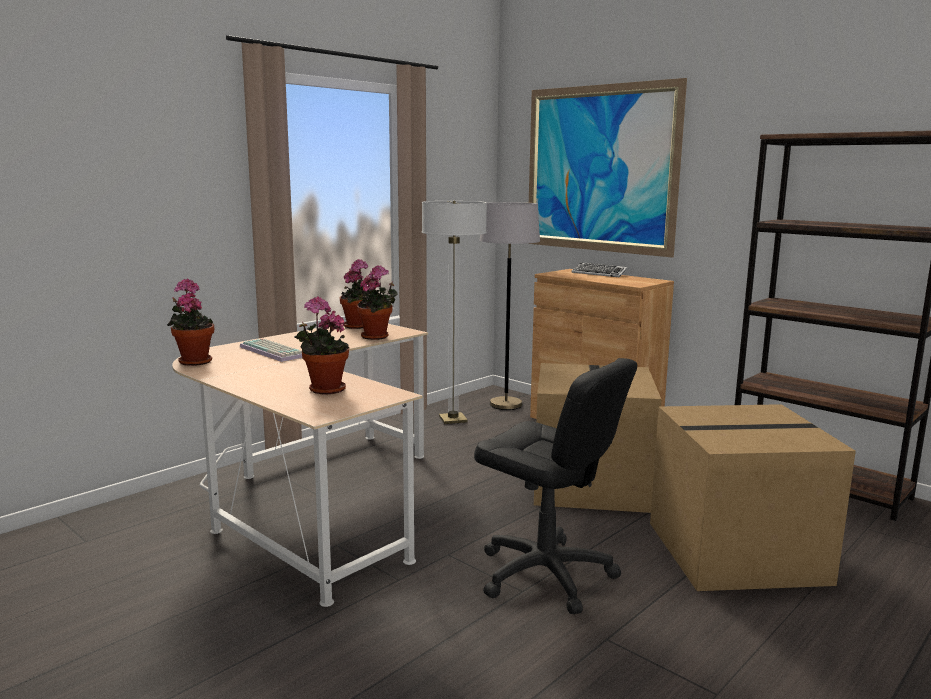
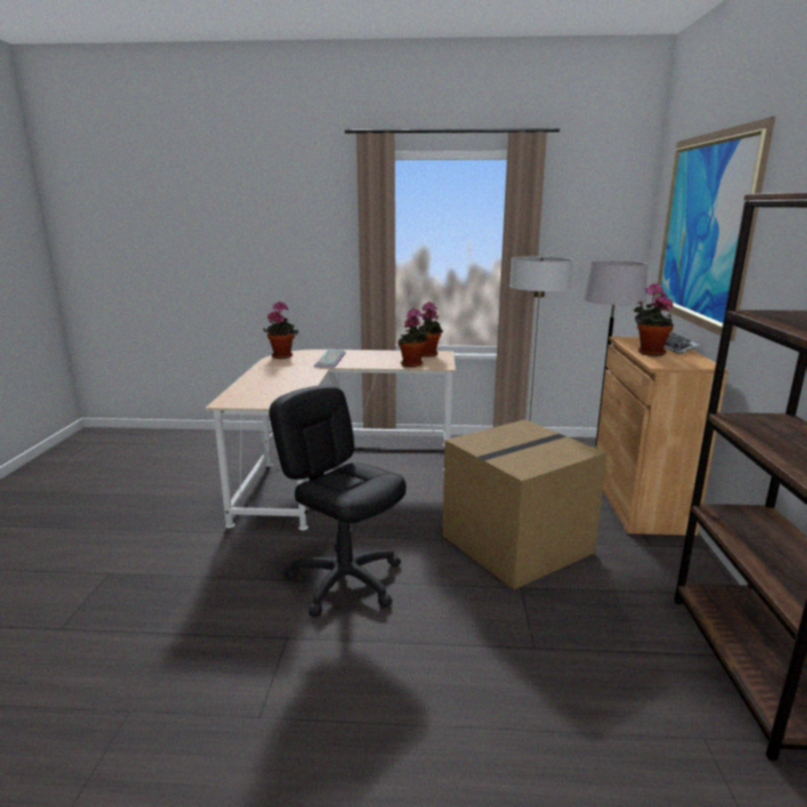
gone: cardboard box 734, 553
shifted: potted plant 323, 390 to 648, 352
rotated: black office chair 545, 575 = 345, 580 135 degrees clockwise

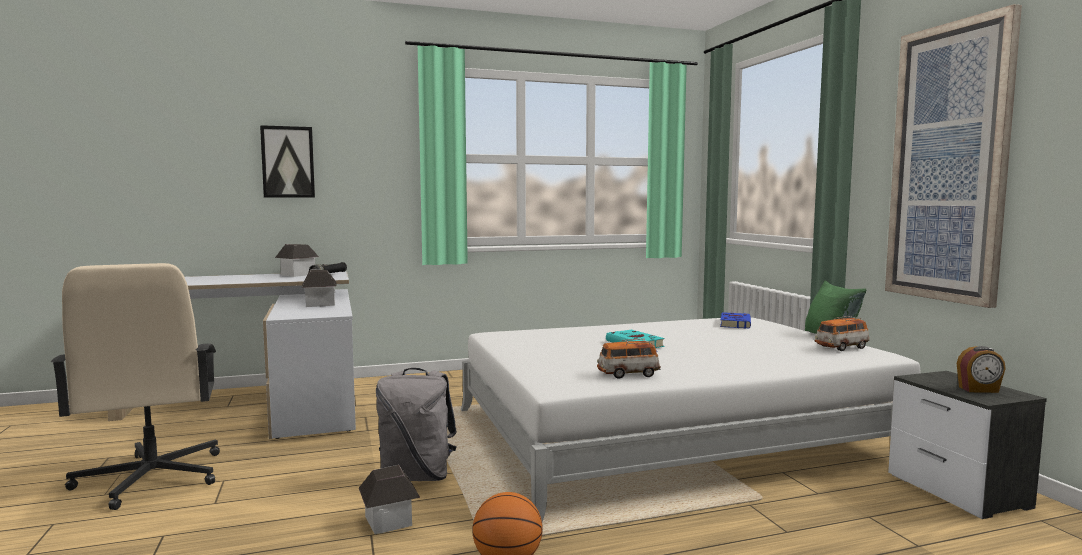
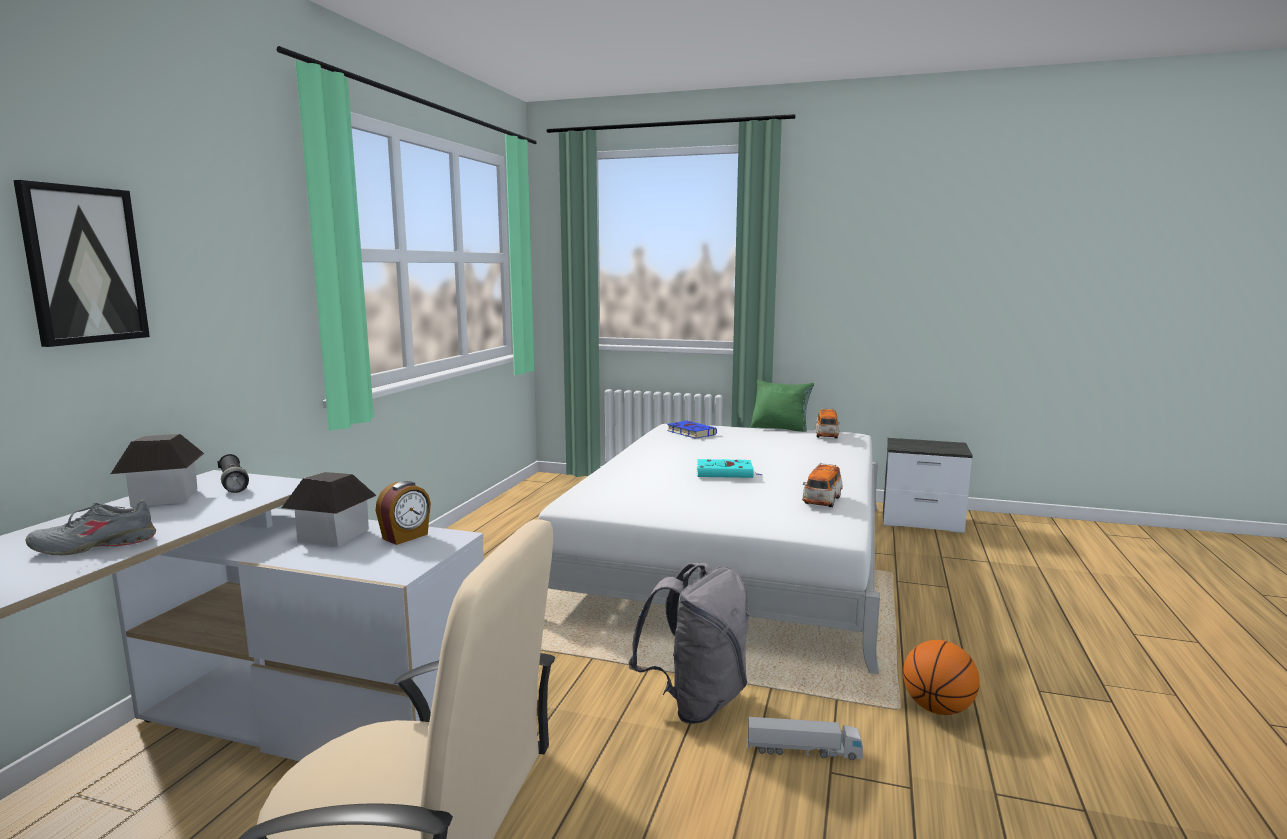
gone: picture 949, 163
new: grey shoe 95, 545
shifted: alarm clock 979, 390 to 406, 537
swapped: toy house 389, 520 to toy truck 803, 751

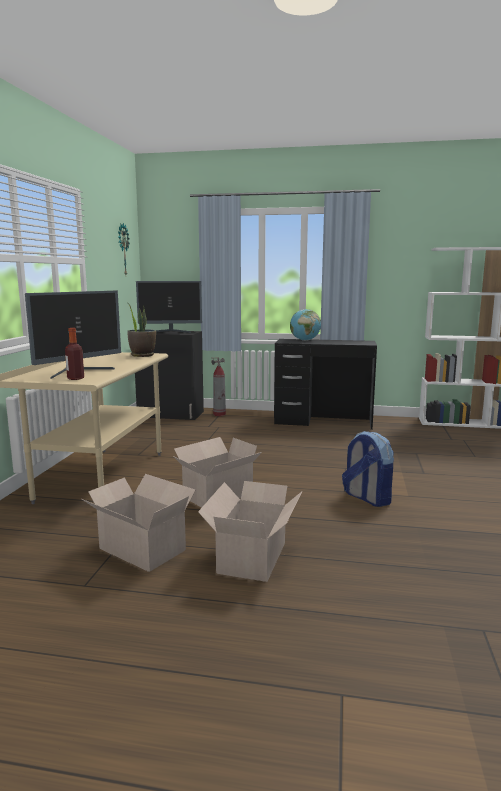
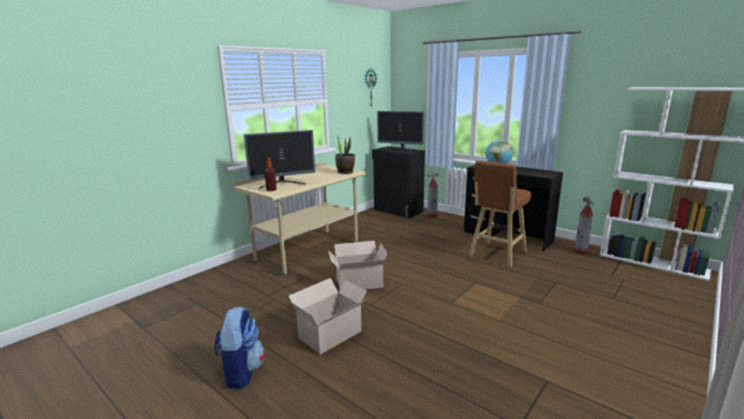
gone: cardboard box 141, 548
new: brown stool 496, 255; fire extinguisher 580, 252
shifted: backpack 366, 498 to 241, 372

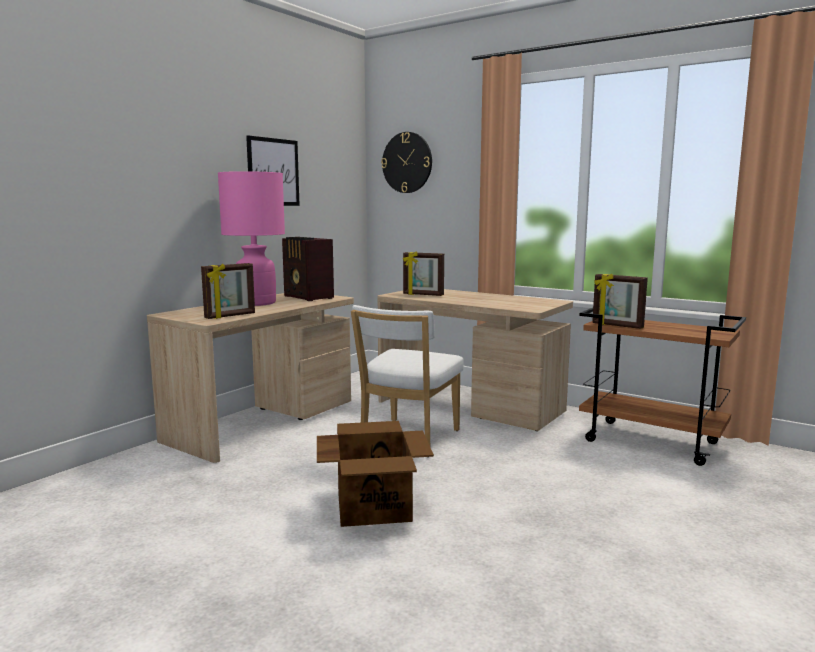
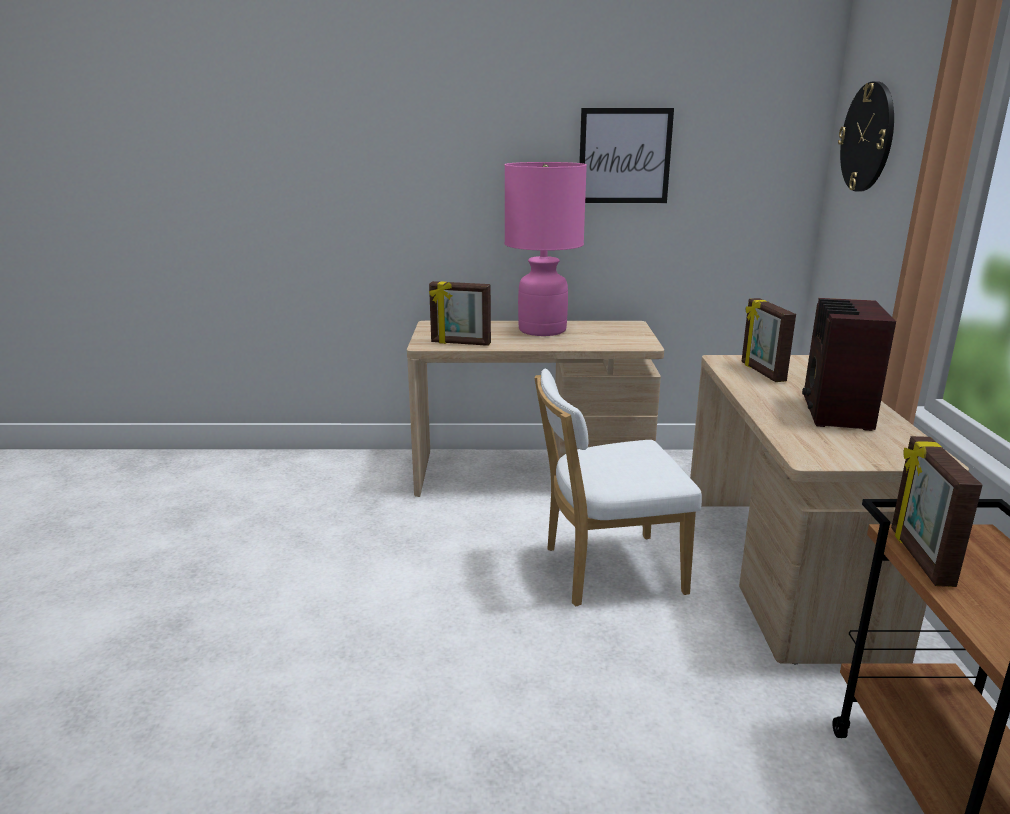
gone: cardboard box 374, 506
shifted: radio 308, 297 to 835, 413

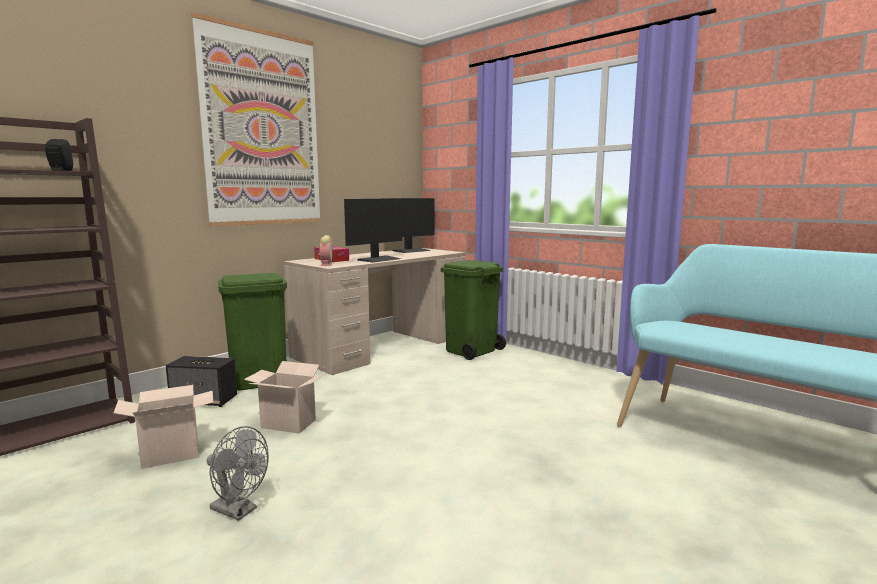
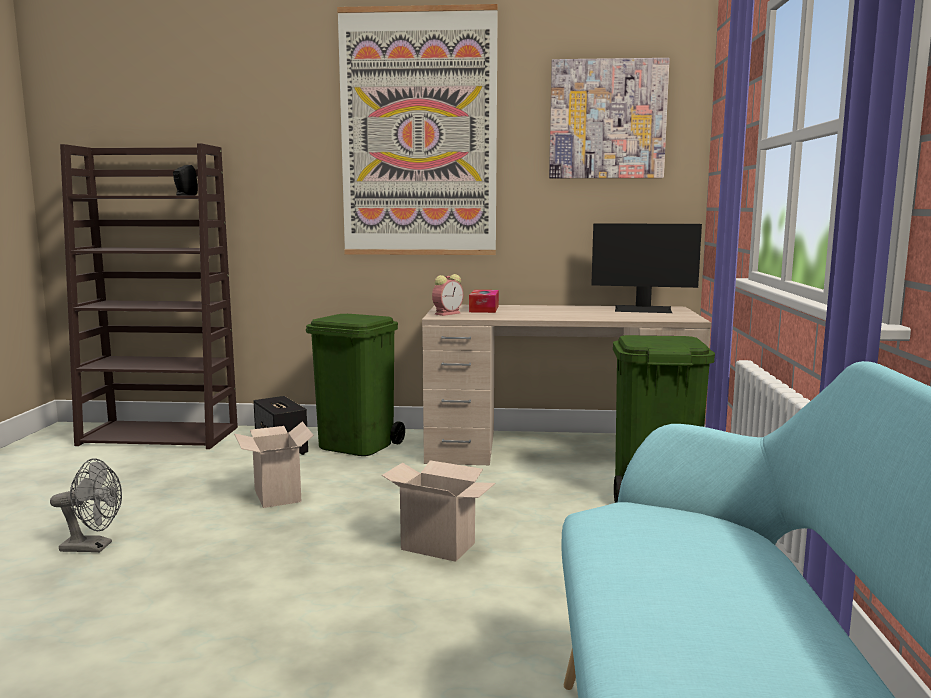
gone: monitor 379, 259
new: picture 607, 119
shifted: cardboard box 173, 454 to 441, 546
rotated: grey fan 239, 511 = 93, 547 75 degrees counterclockwise

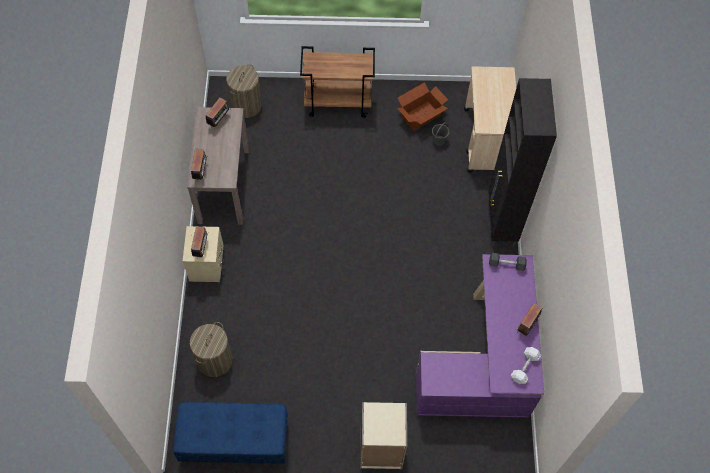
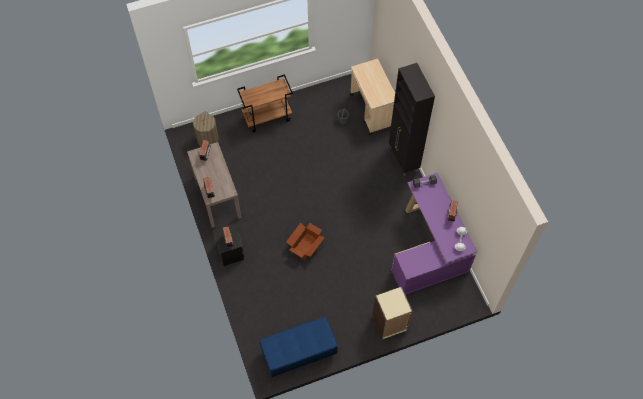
gone: laundry basket 215, 360
shifted: cardboard box 420, 115 to 305, 246
repainted: beige nightstand 207, 264 to black nightstand 230, 251

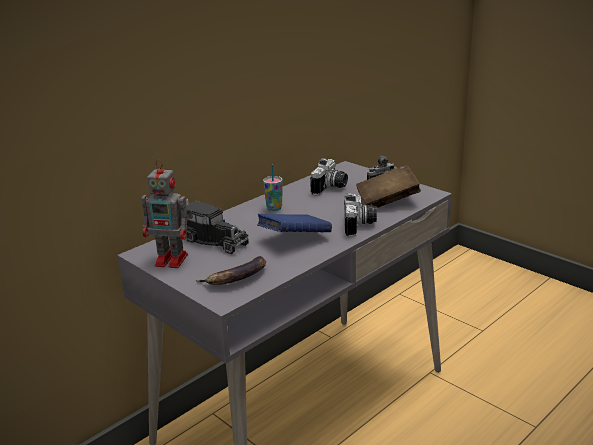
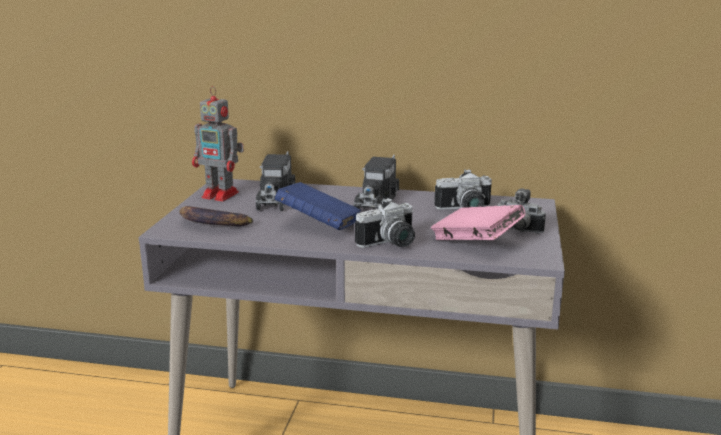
swapped: cup 274, 208 to toy truck 376, 200
repainted: brown book 387, 201 to pink book 476, 242
rotated: toy robot 173, 260 = 222, 195 45 degrees counterclockwise

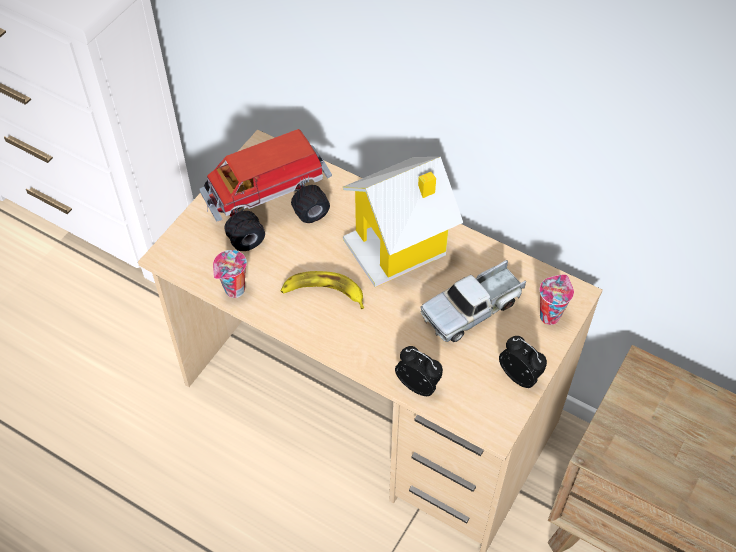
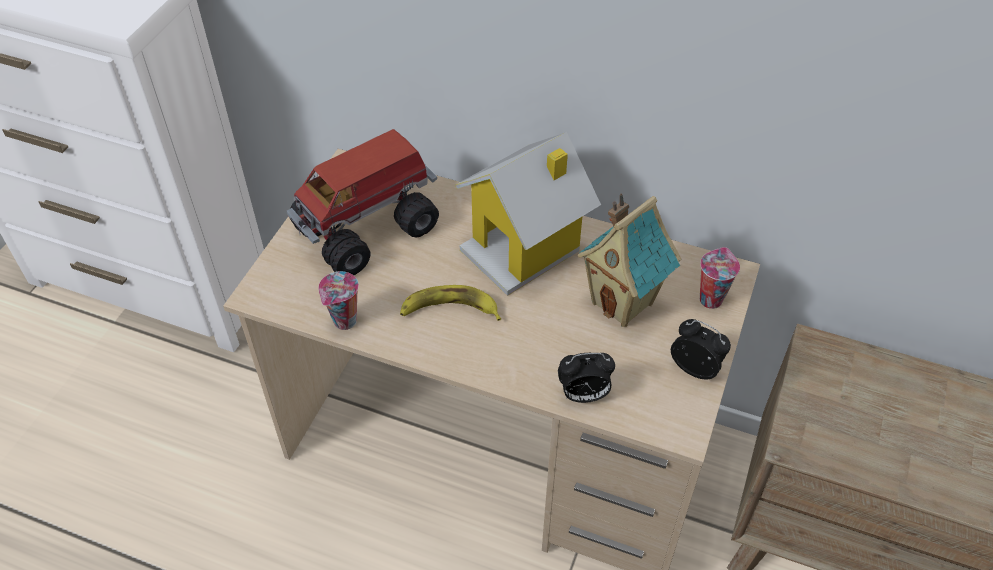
swapped: toy truck 473, 308 to toy house 624, 303
rotated: alarm clock 419, 385 = 583, 395 150 degrees clockwise

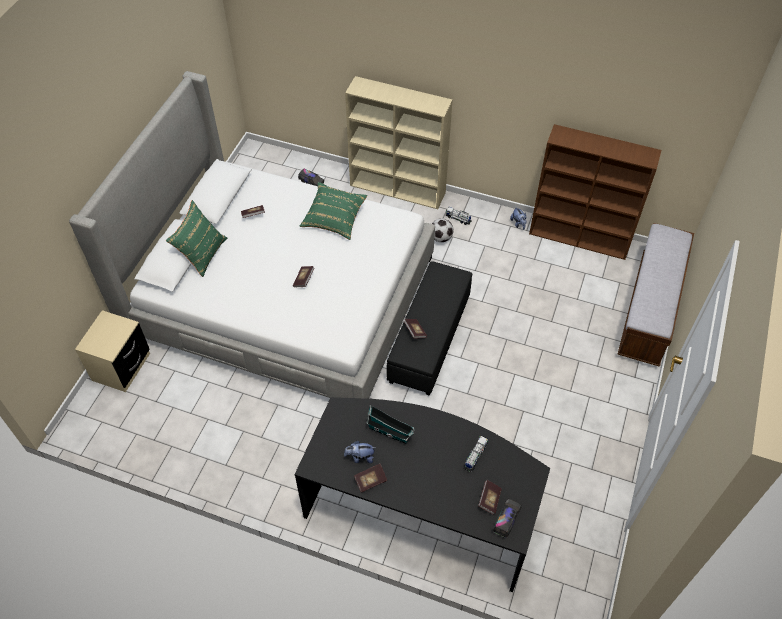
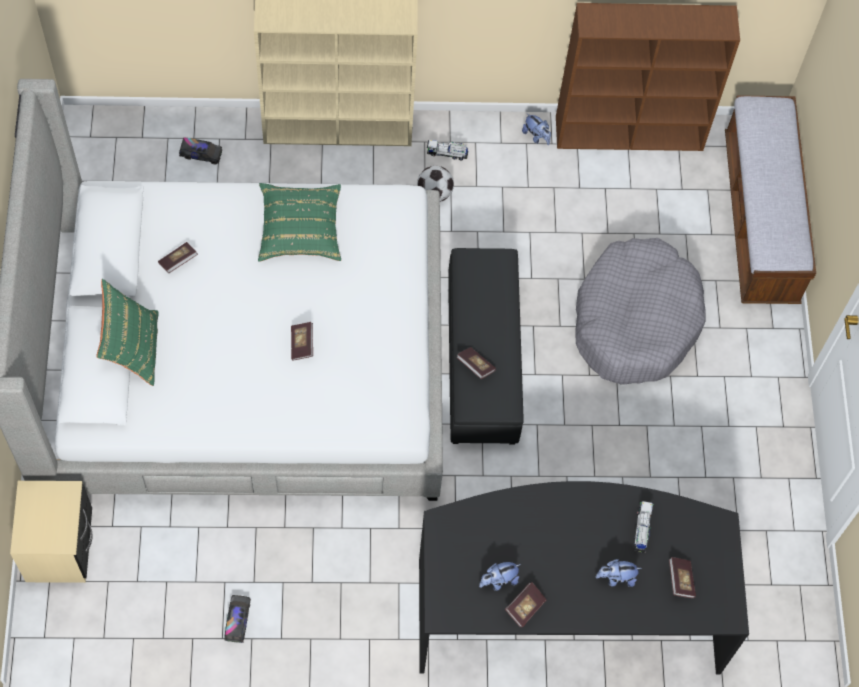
gone: toy house 391, 432
new: grey dog bed 635, 320; plush toy 616, 578
shifted: toy truck 506, 520 to 237, 620

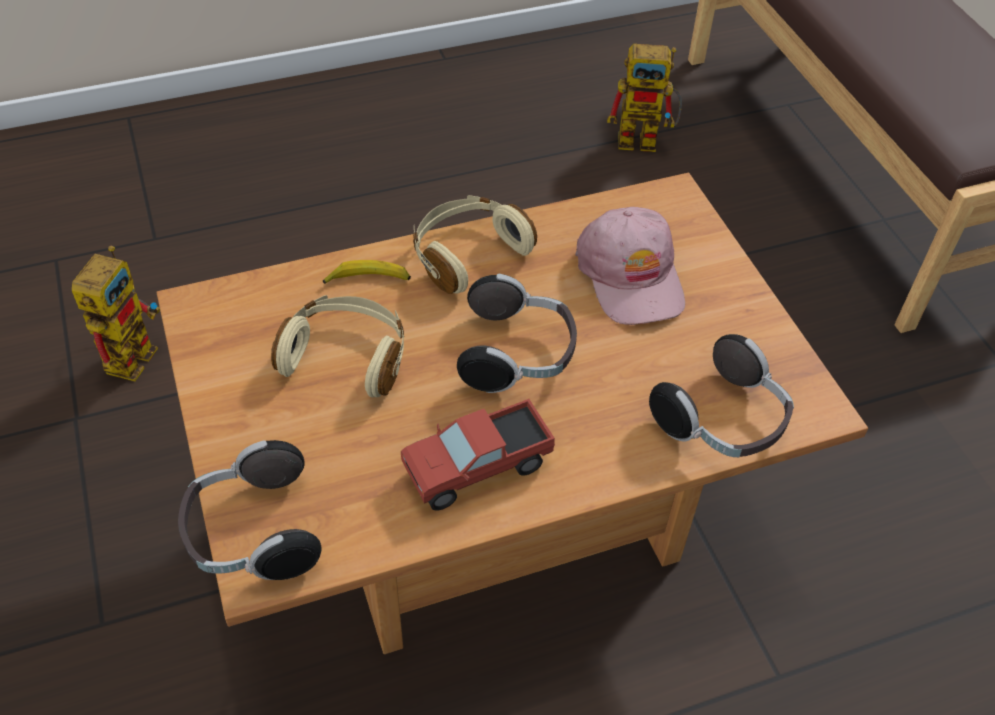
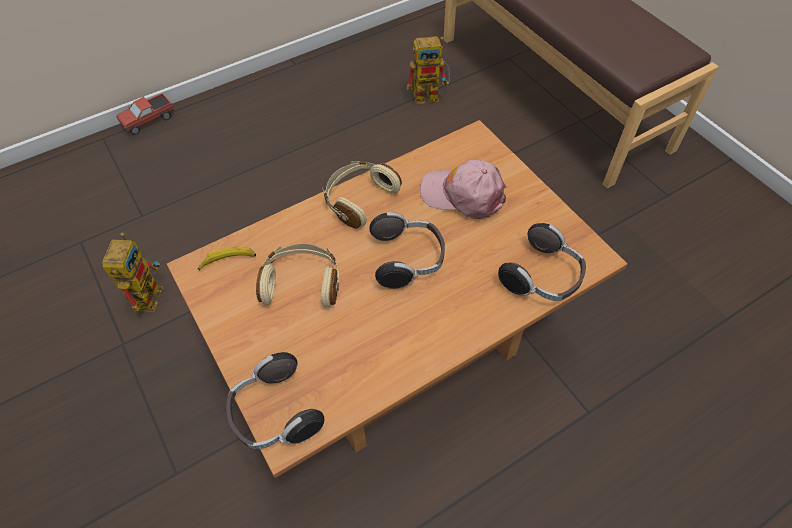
shifted: toy truck 478, 468 to 149, 121; banana 368, 280 to 228, 261
rotated: pink cap 631, 276 = 463, 194 135 degrees clockwise

